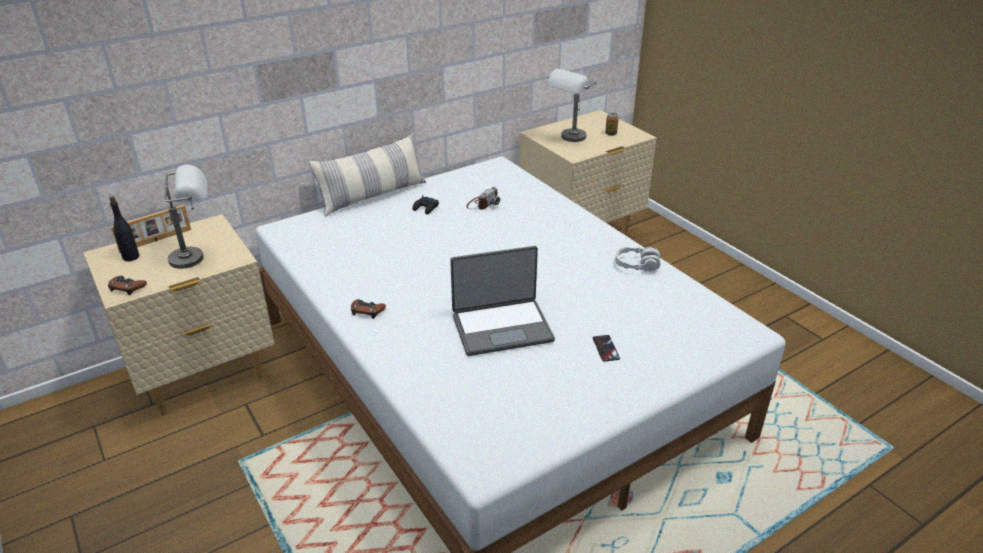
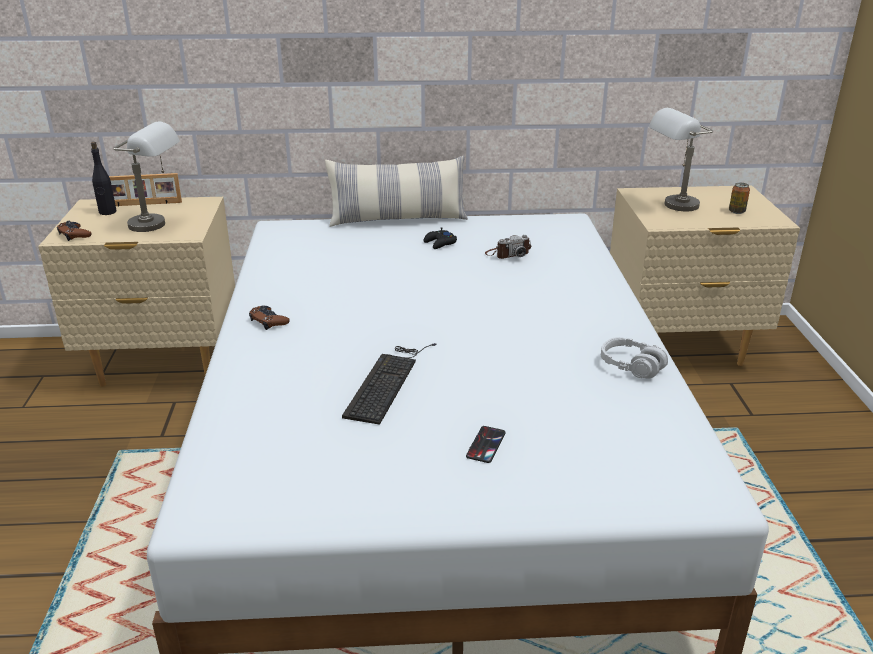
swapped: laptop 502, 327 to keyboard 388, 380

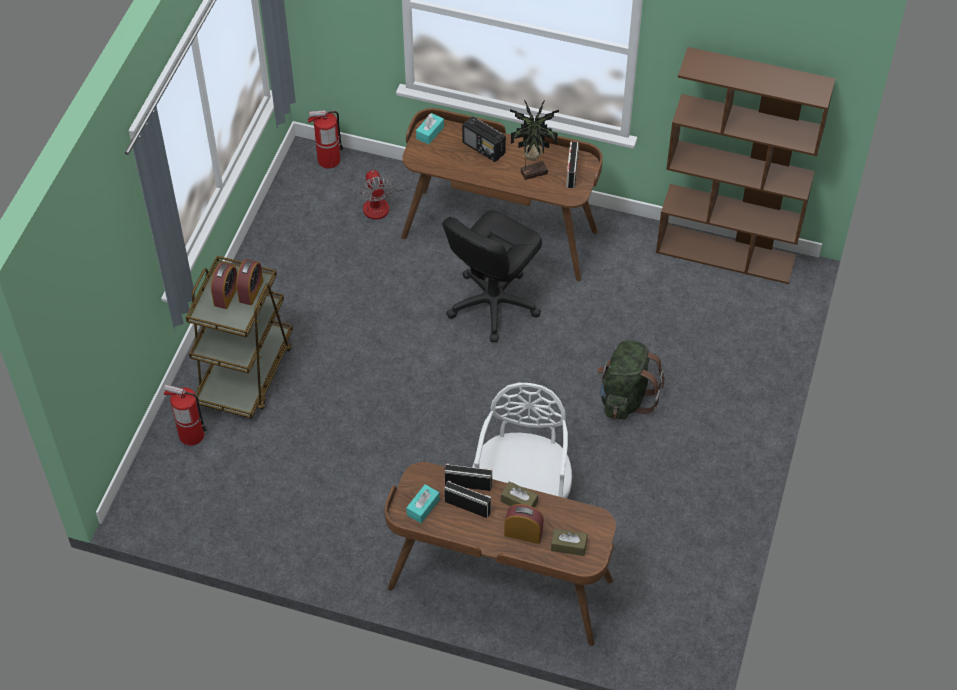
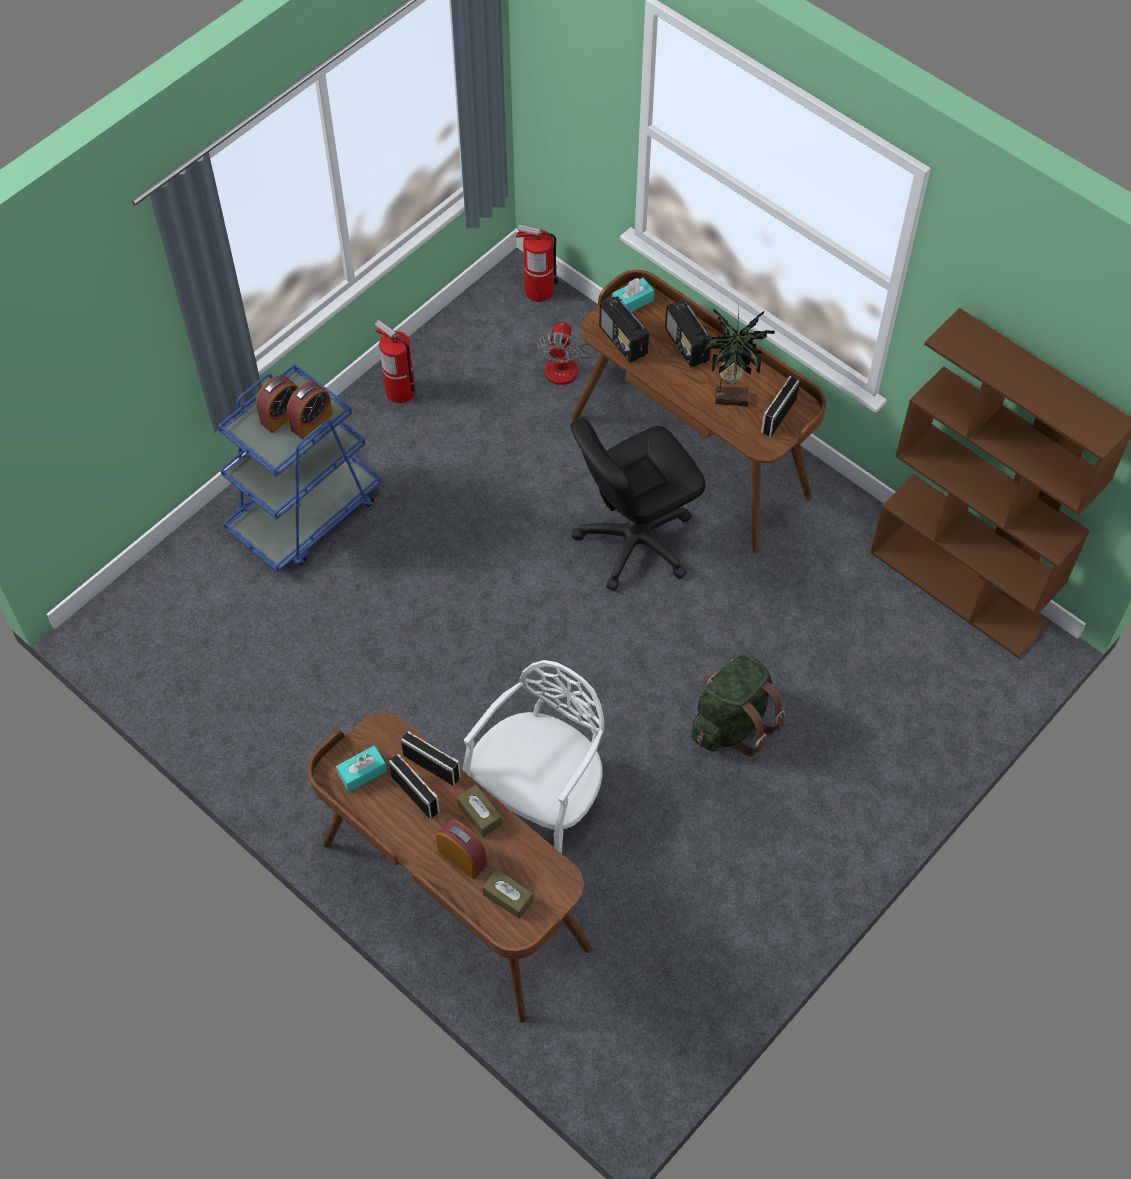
new: radio 623, 341
shifted: fire extinguisher 191, 435 to 400, 391
repainted: brown cart 245, 373 to blue cart 306, 513

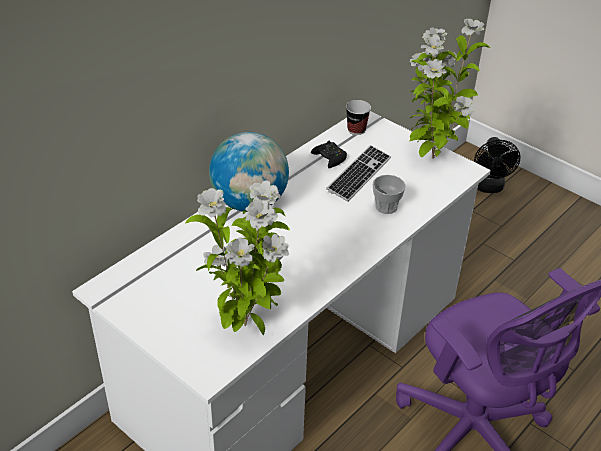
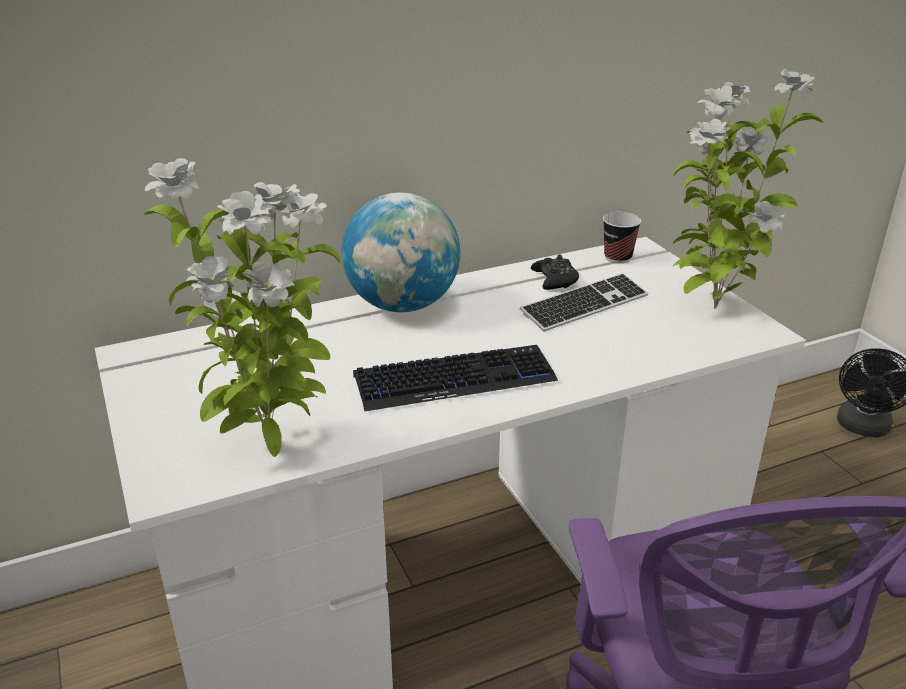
gone: cup 386, 207
new: keyboard 454, 380

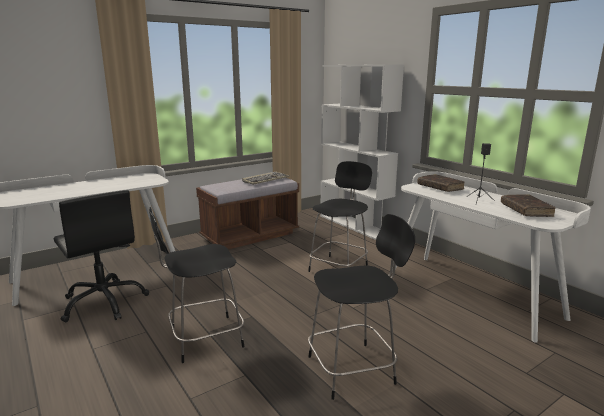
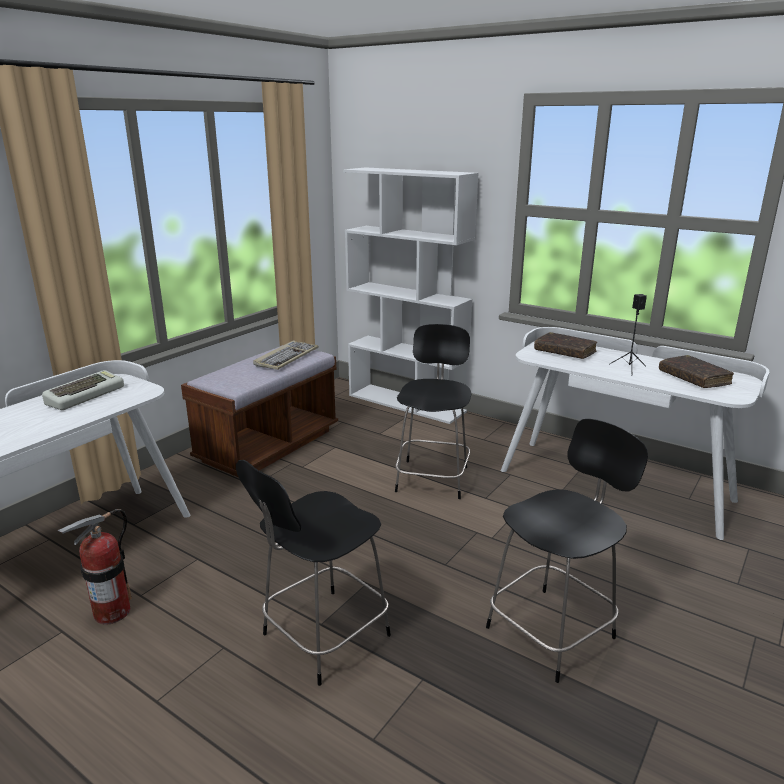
new: keyboard 85, 395
swapped: black office chair 104, 302 to fire extinguisher 112, 612

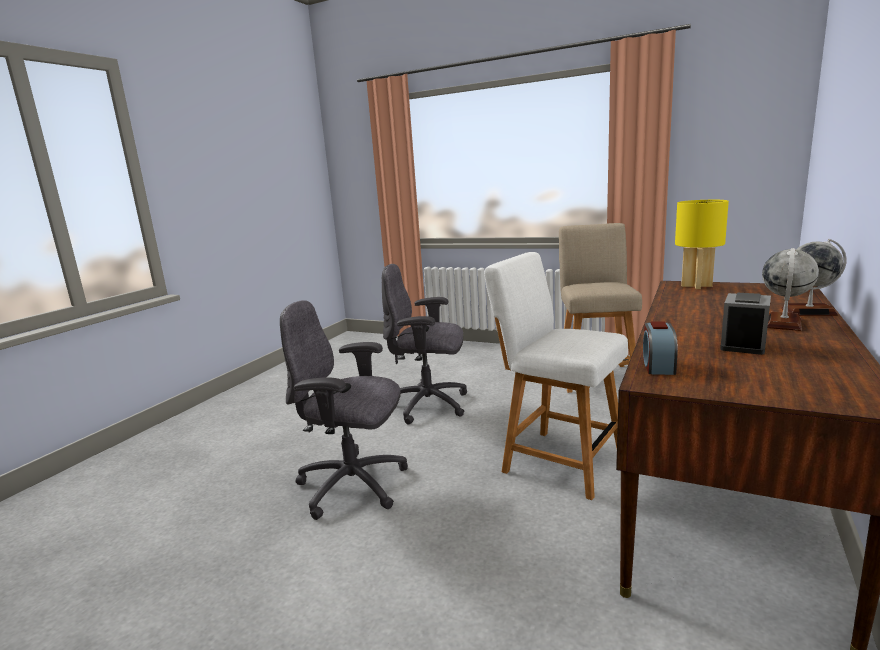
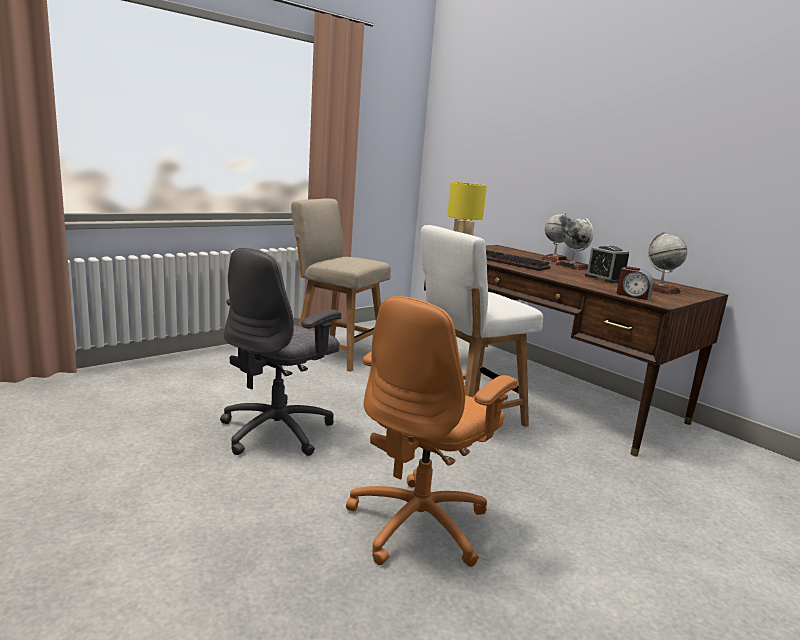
new: keyboard 507, 262; globe 659, 289
repainted: grey office chair 354, 486 to orange office chair 420, 523

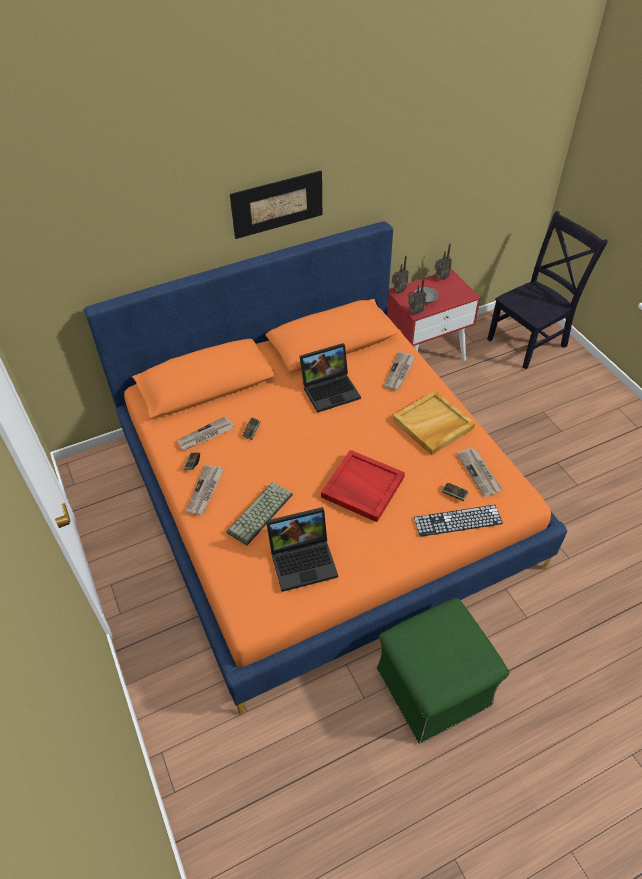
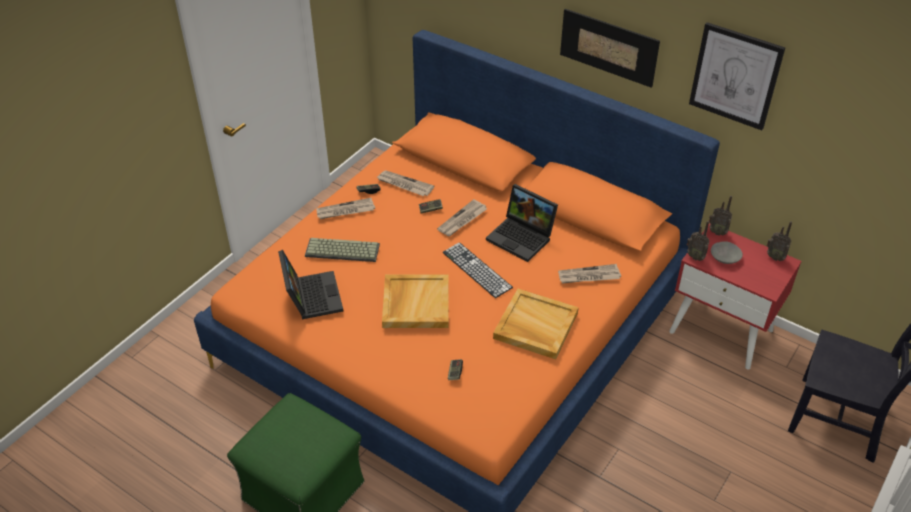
new: picture 735, 76
shifted: newspaper 479, 473 to 462, 220; keyboard 458, 520 to 476, 270
repainted: red tray 362, 487 to beige tray 415, 303
rotated: laptop 304, 559 = 311, 296 150 degrees counterclockwise

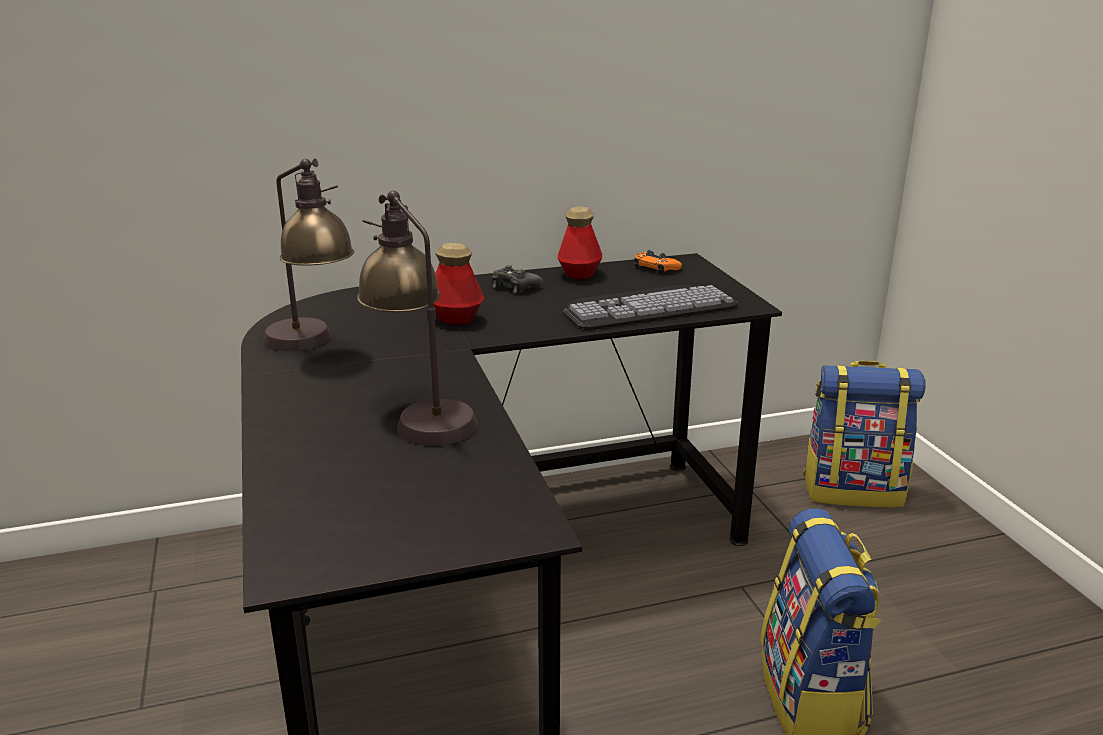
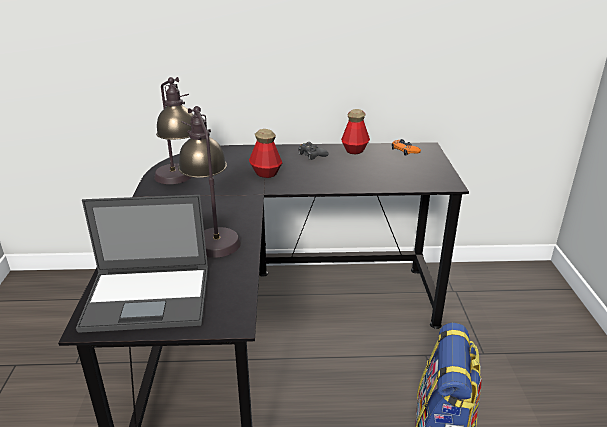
gone: keyboard 647, 305; backpack 853, 490
new: laptop 149, 298

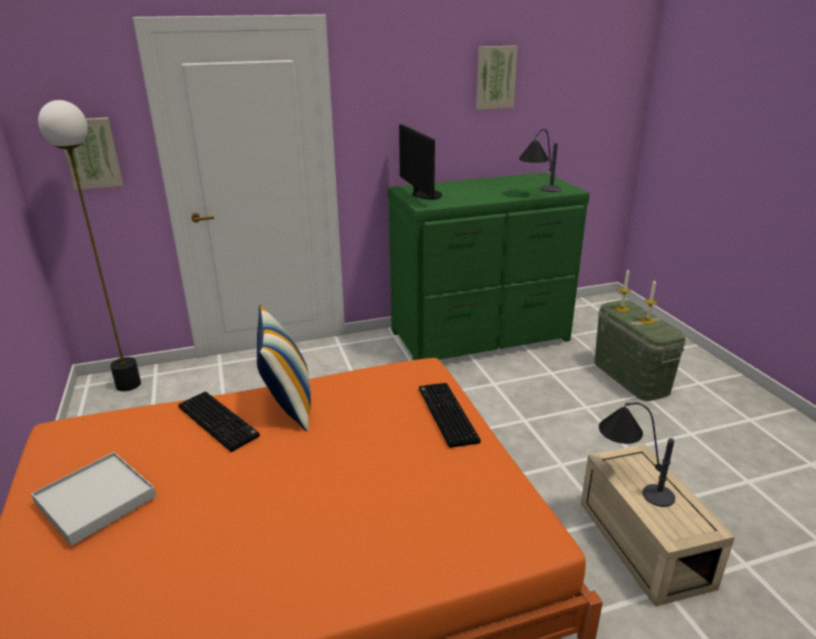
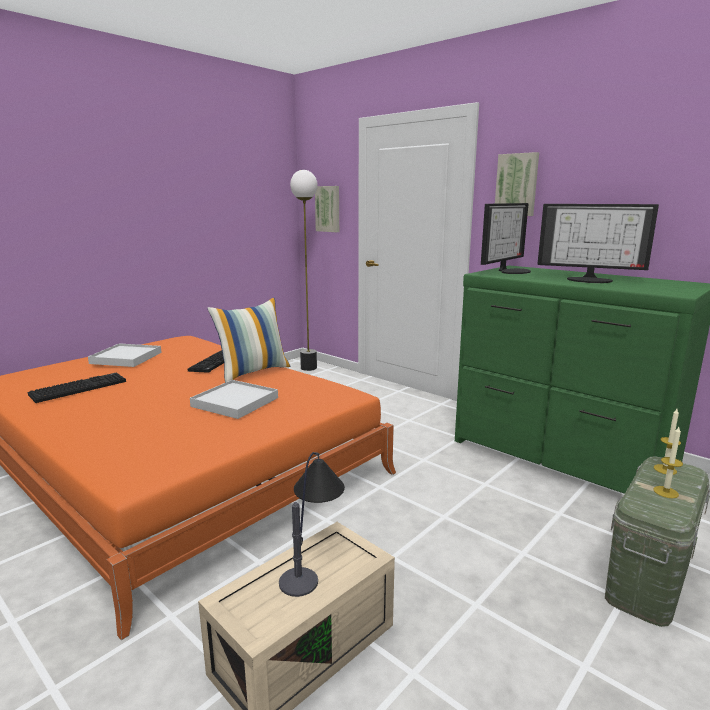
gone: table lamp 538, 193
new: white tray 235, 402; monitor 590, 280
shifted: keyboard 445, 414 to 79, 388; picture 495, 77 to 517, 185

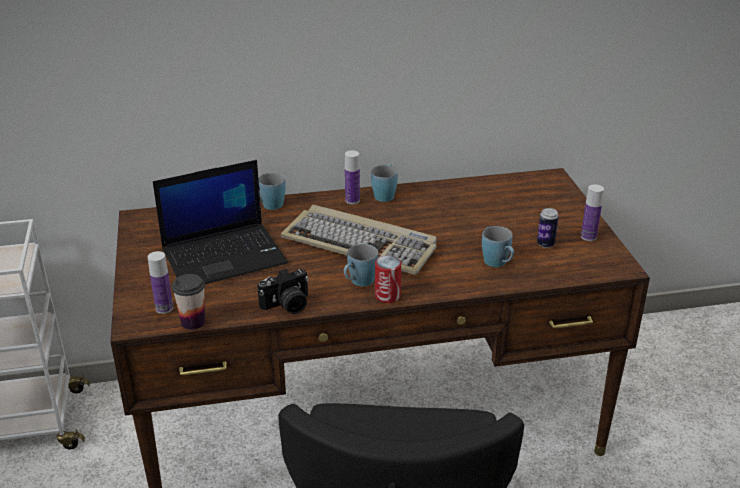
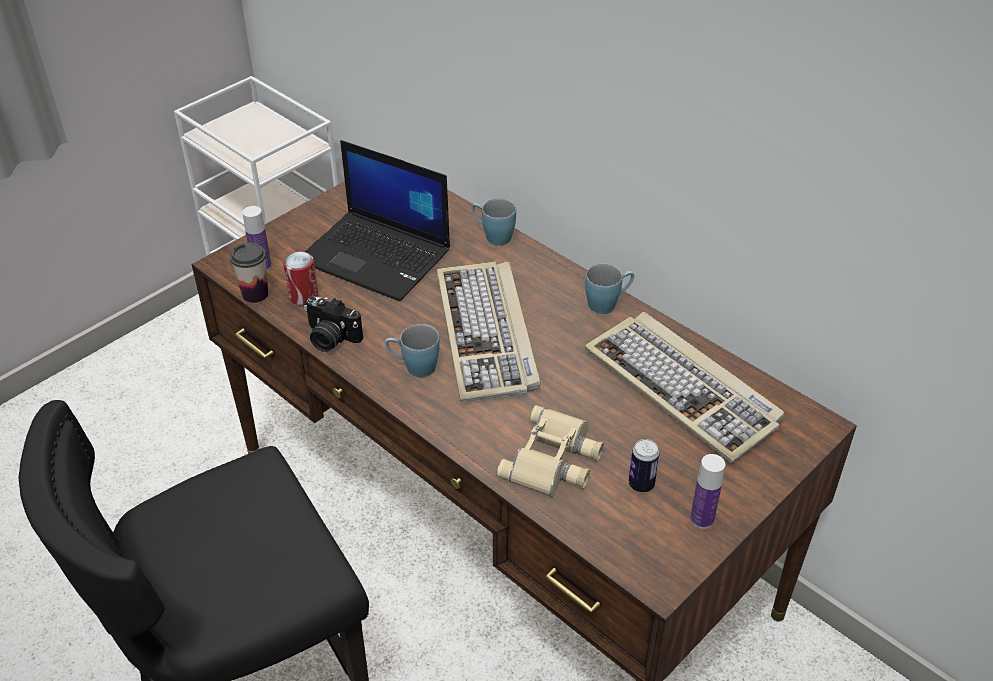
gone: bottle 352, 200
new: keyboard 684, 389
shifted: can 387, 296 to 303, 296
swapped: blue mug 498, 264 to beige binoculars 554, 460

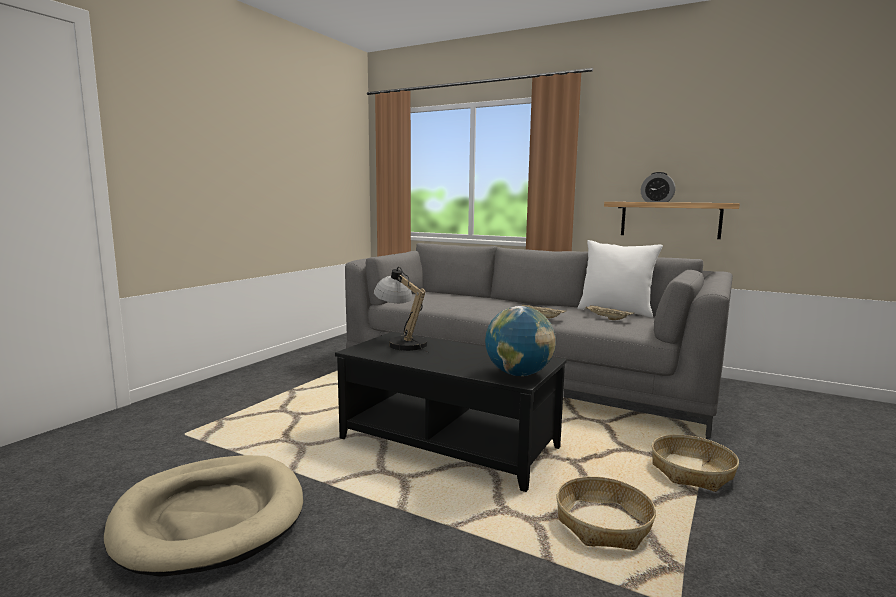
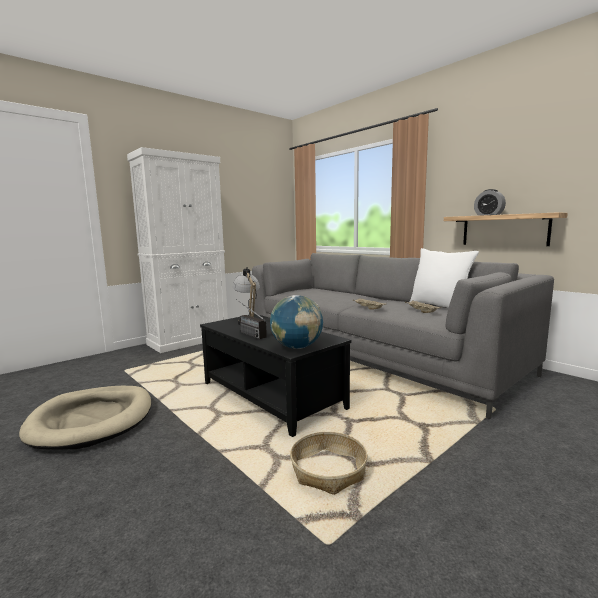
gone: basket 692, 472
new: white cabinet 189, 340; radio 247, 333

